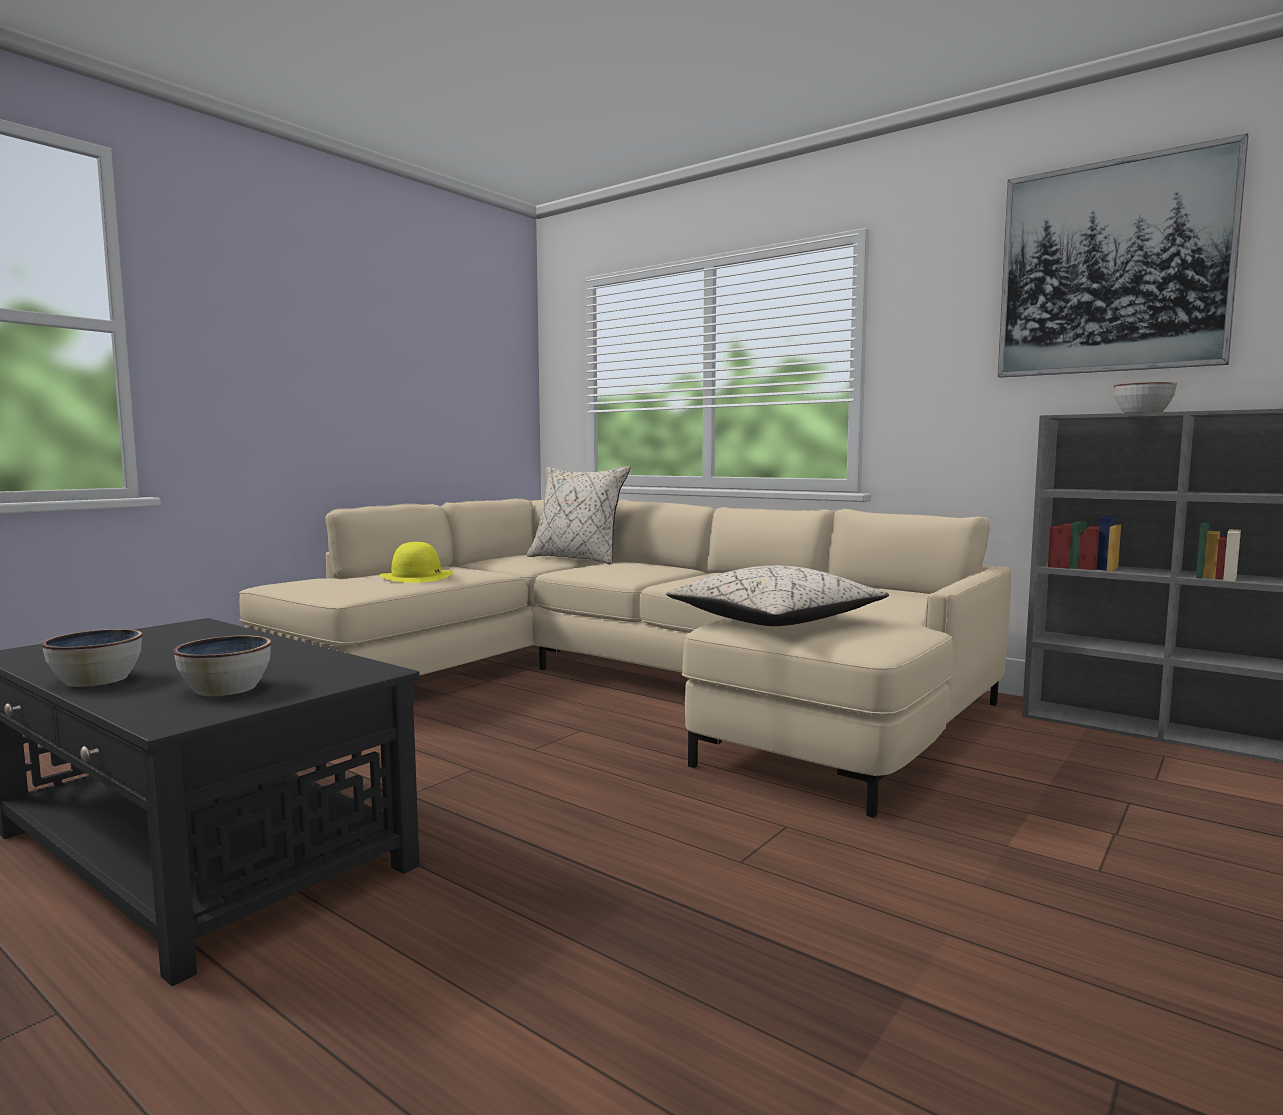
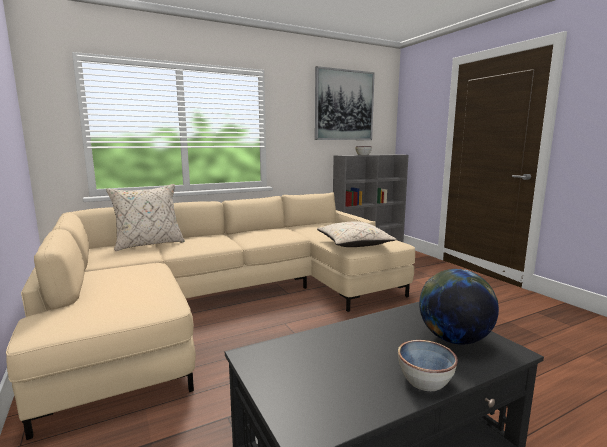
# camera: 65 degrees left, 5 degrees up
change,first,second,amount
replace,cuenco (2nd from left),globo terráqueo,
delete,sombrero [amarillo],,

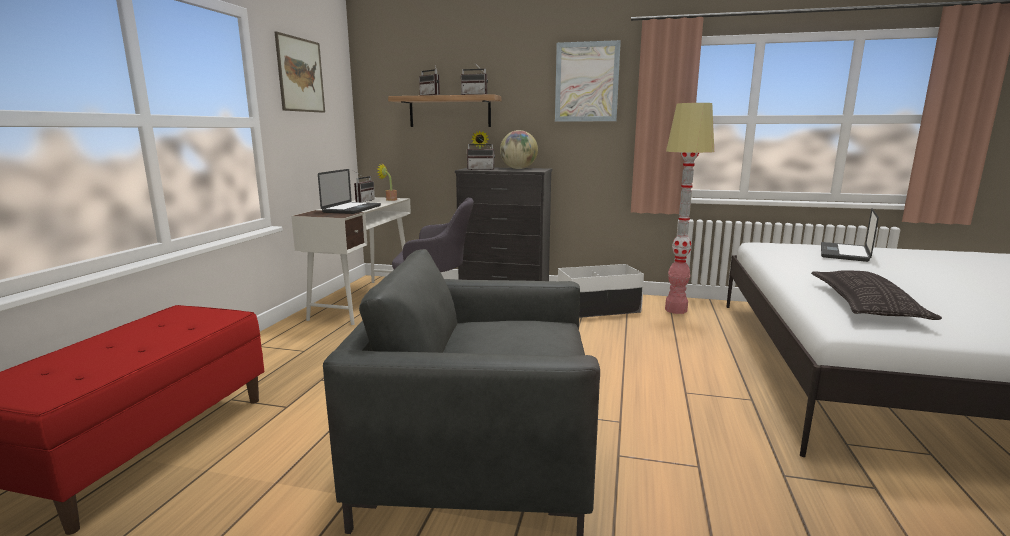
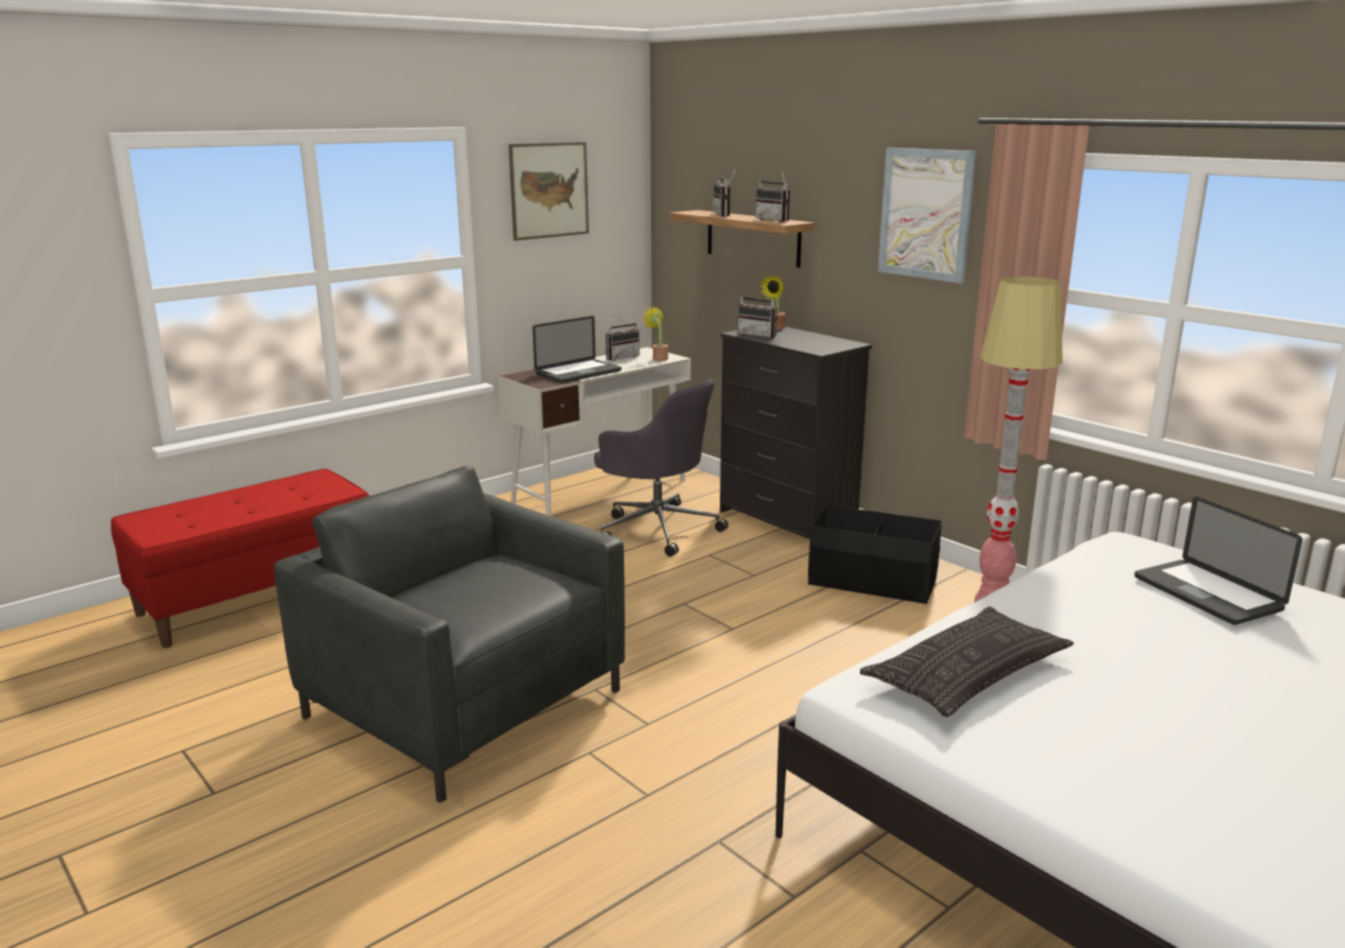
# camera: 35 degrees right, 5 degrees up
change,first,second,amount
recolor,caja de almacenaje [blanco],caja de almacenaje [negro],
rotate,portátil (2nd from left),,90 degrees counterclockwise
delete,globo terráqueo,,

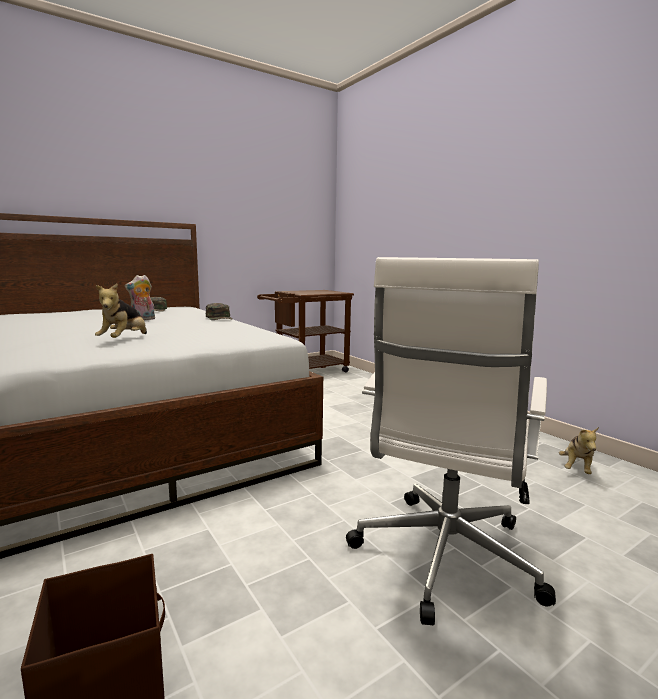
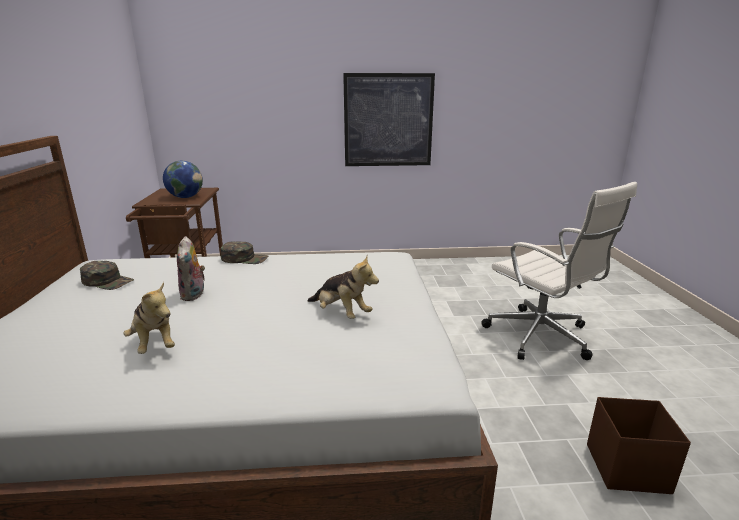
# camera: 60 degrees left, 10 degrees up
change,first,second,amount
move,peluche (3rd from left in the first image),peluche (1st from left),
insert,,globo terráqueo,
insert,,cuadro,

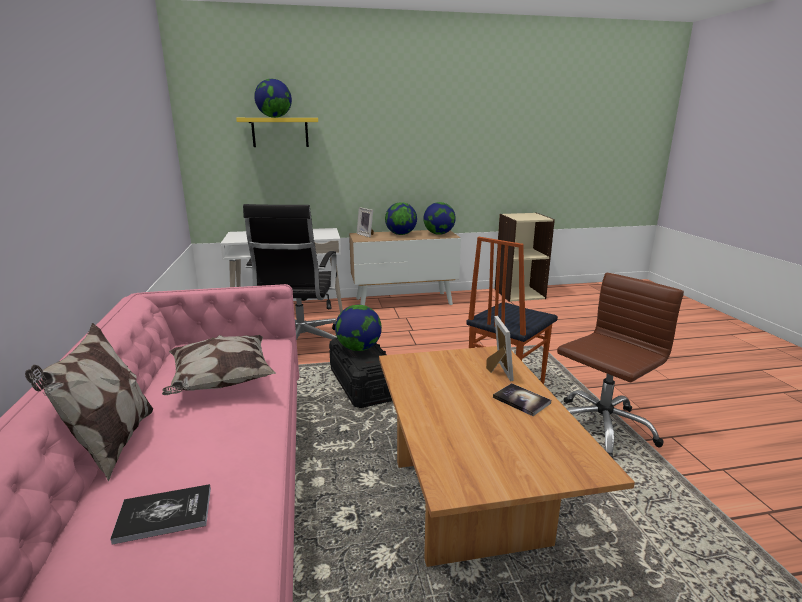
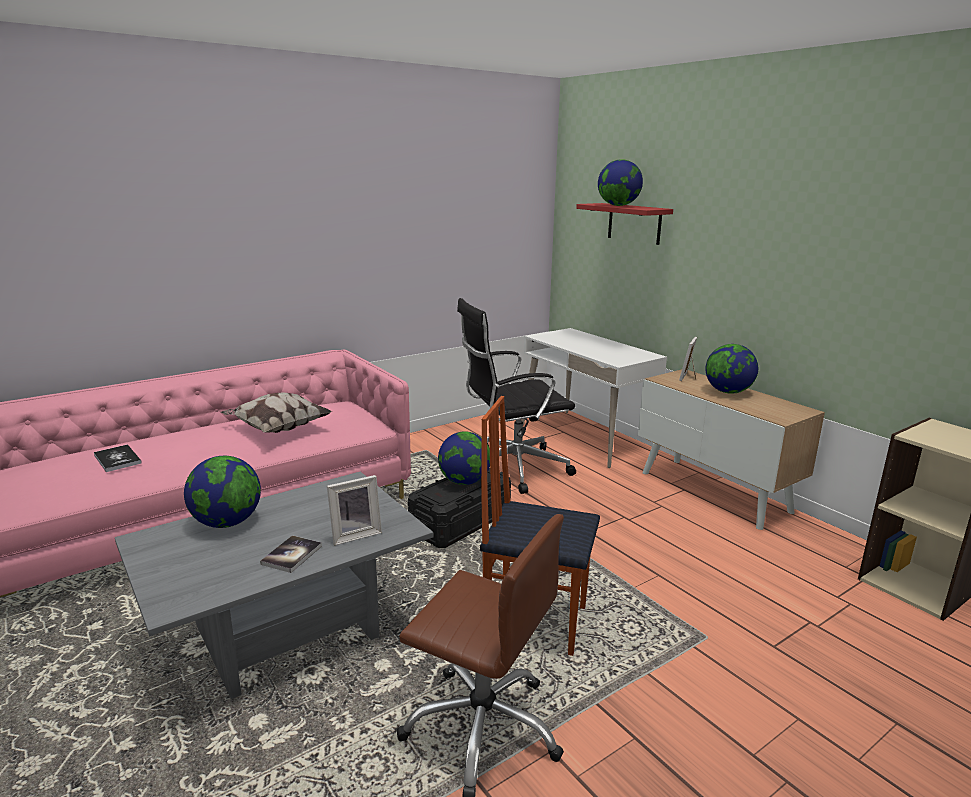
# camera: 65 degrees right, 0 degrees up
change,first,second,amount
recolor,mesa de centro [marrón],mesa de centro [gris],
move,globo terráqueo (4th from left in the first image),globo terráqueo (1st from left),
recolor,estante [amarillo],estante [rojo],
delete,cojín (1st from left),,

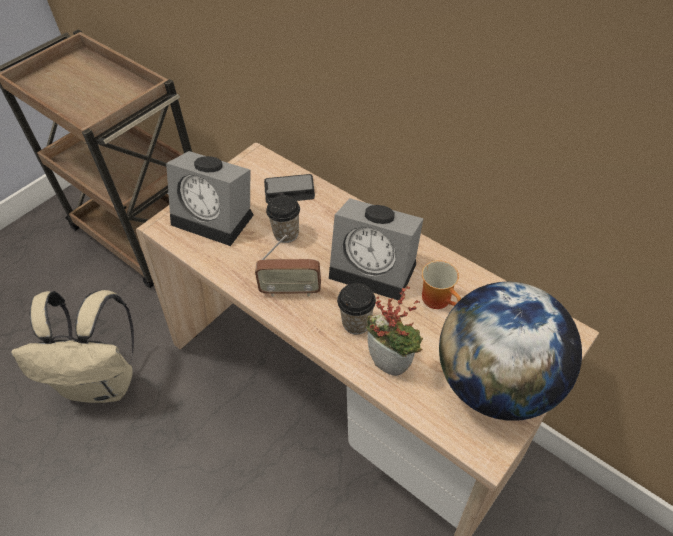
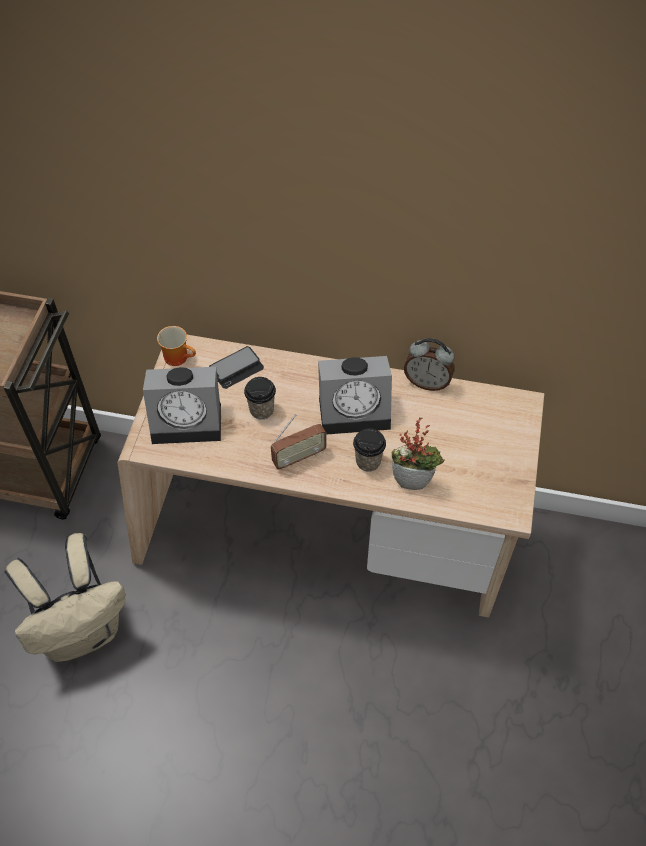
# camera: 30 degrees left, 5 degrees up
change,first,second,amount
move,taza grande,,
insert,,despertador (3rd from left),
delete,globo terráqueo,,

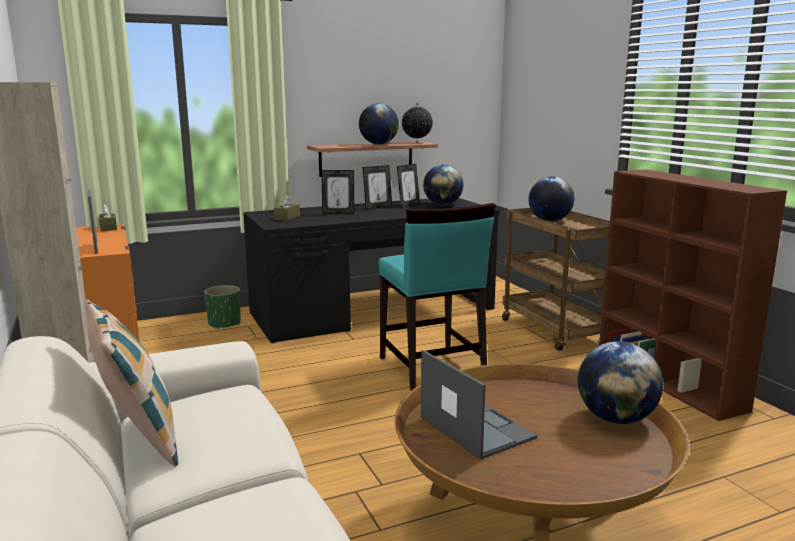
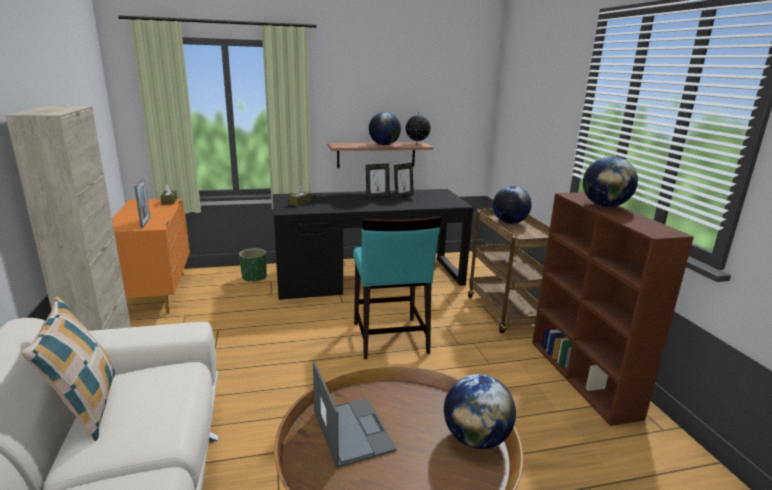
# camera: 10 degrees right, 5 degrees up
change,first,second,amount
move,globo terráqueo (3rd from left in the first image),globo terráqueo (5th from left),
delete,portarretratos (2nd from left),,

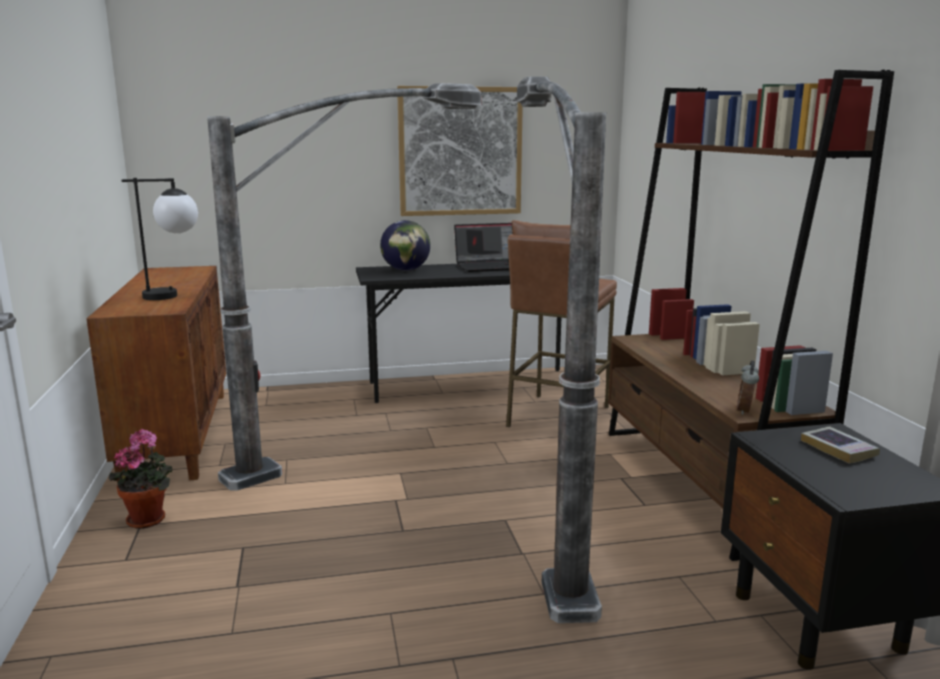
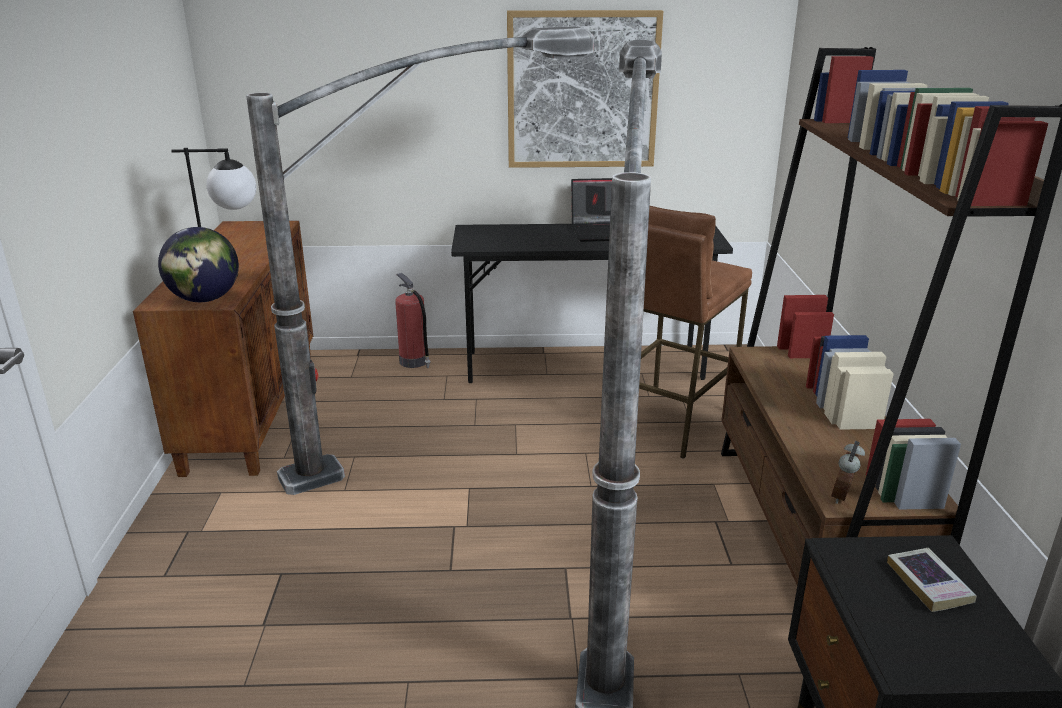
# camera: 10 degrees right, 10 degrees up
change,first,second,amount
move,globo terráqueo,,
insert,,extintor,
delete,planta en maceta,,

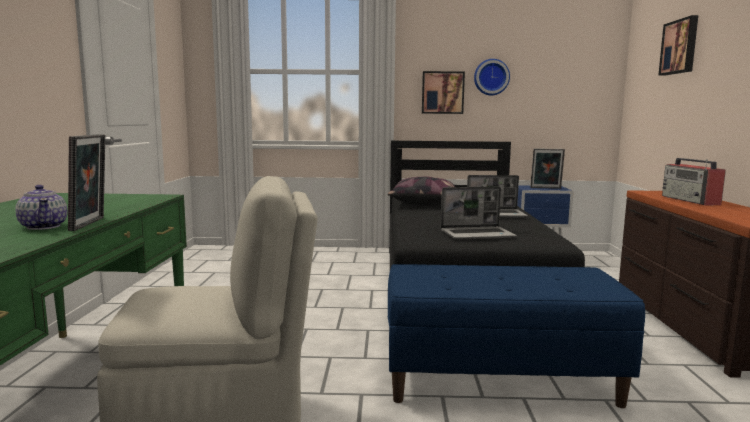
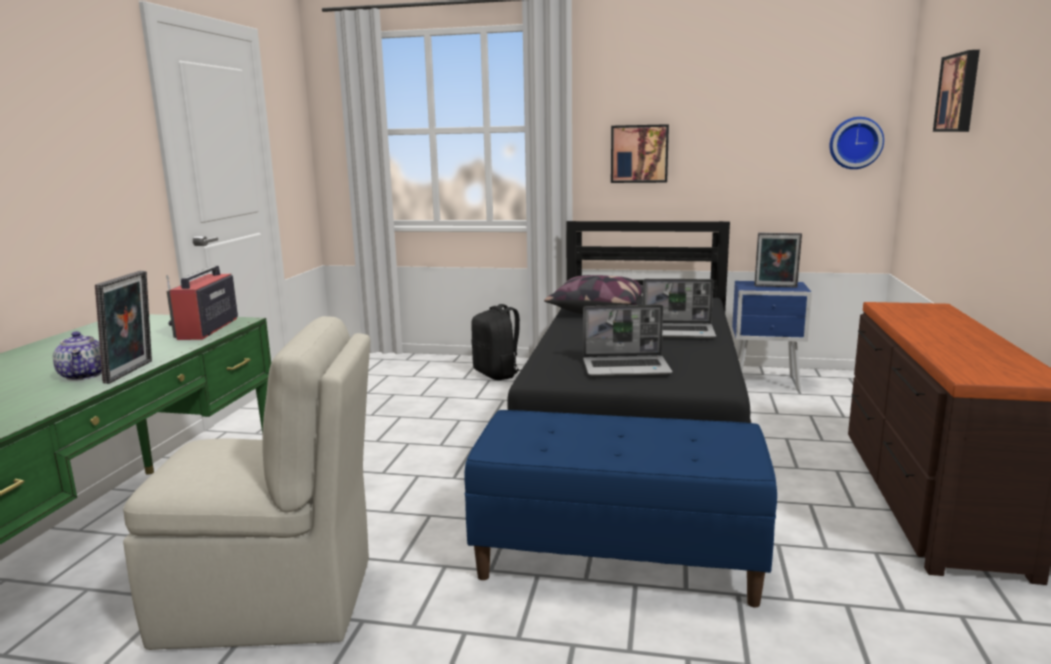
# camera: 10 degrees right, 5 degrees up
change,first,second,amount
move,radio,,
insert,,mochila [negro],
move,reloj de pared,,

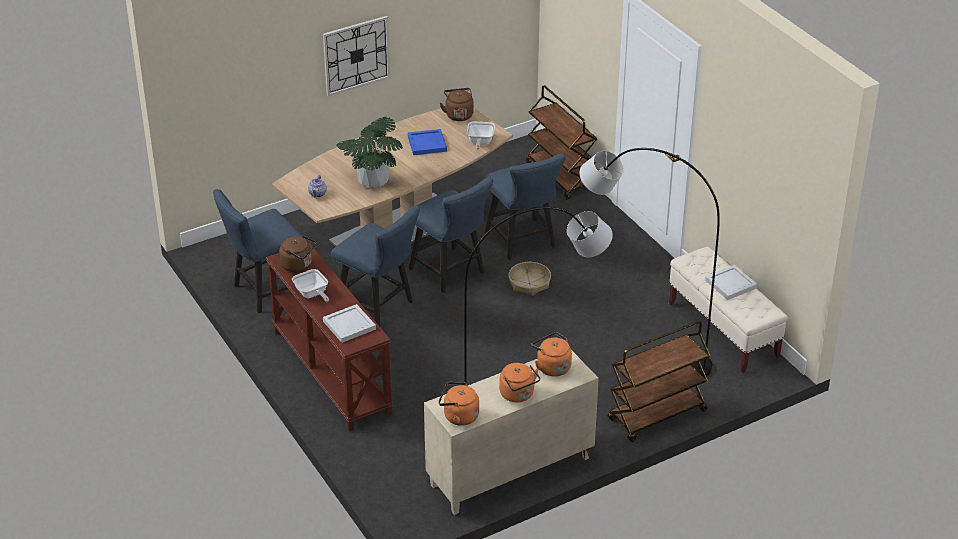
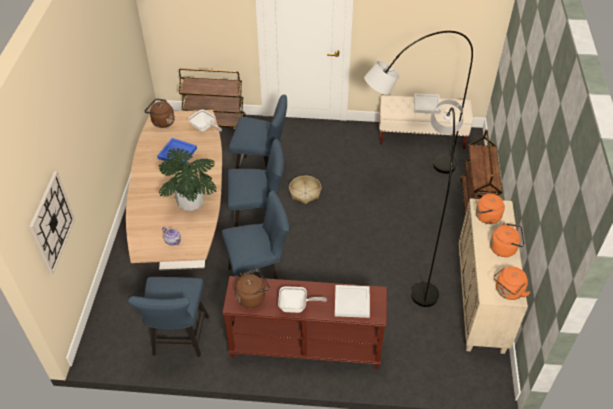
# camera: 55 degrees left, 10 degrees up
change,first,second,amount
move,reloj de pared,,

